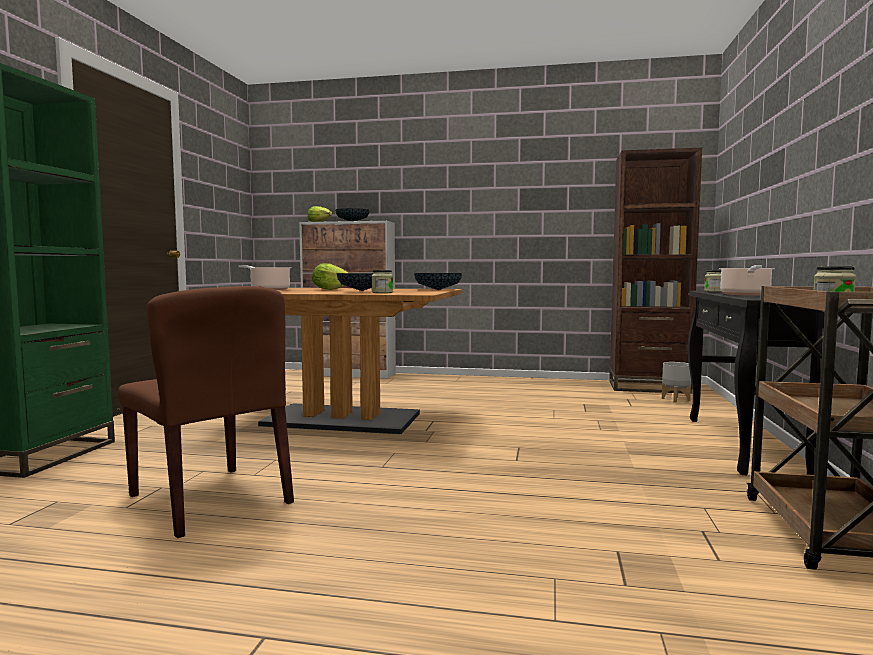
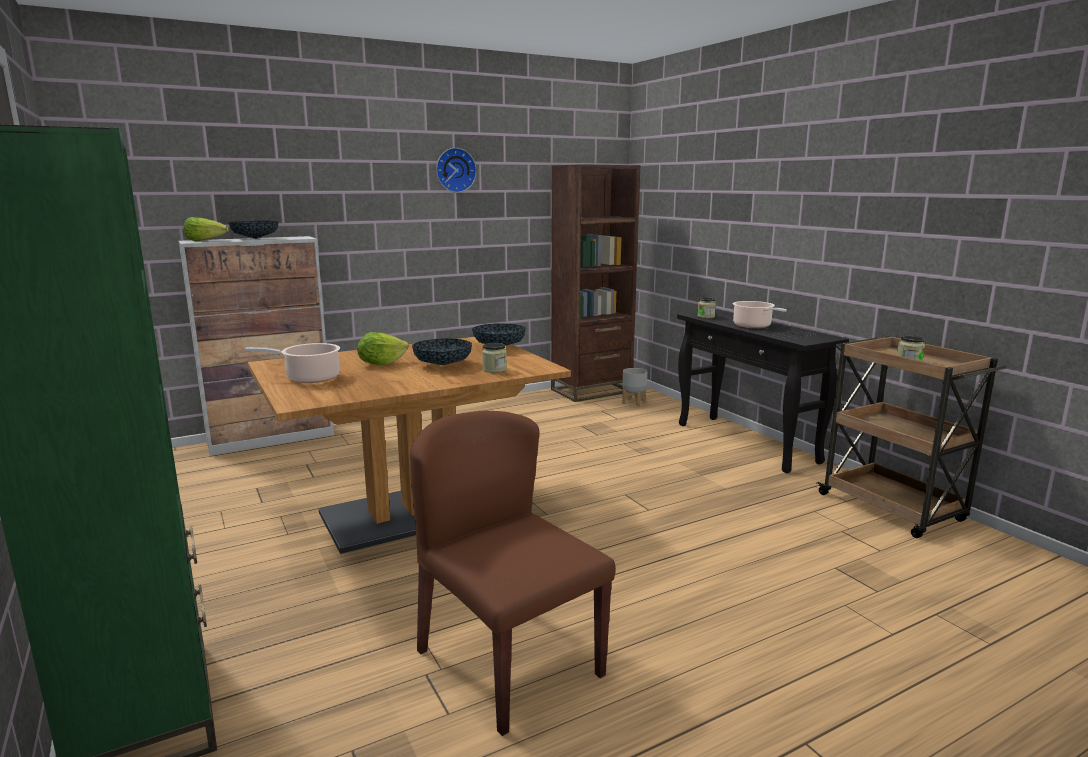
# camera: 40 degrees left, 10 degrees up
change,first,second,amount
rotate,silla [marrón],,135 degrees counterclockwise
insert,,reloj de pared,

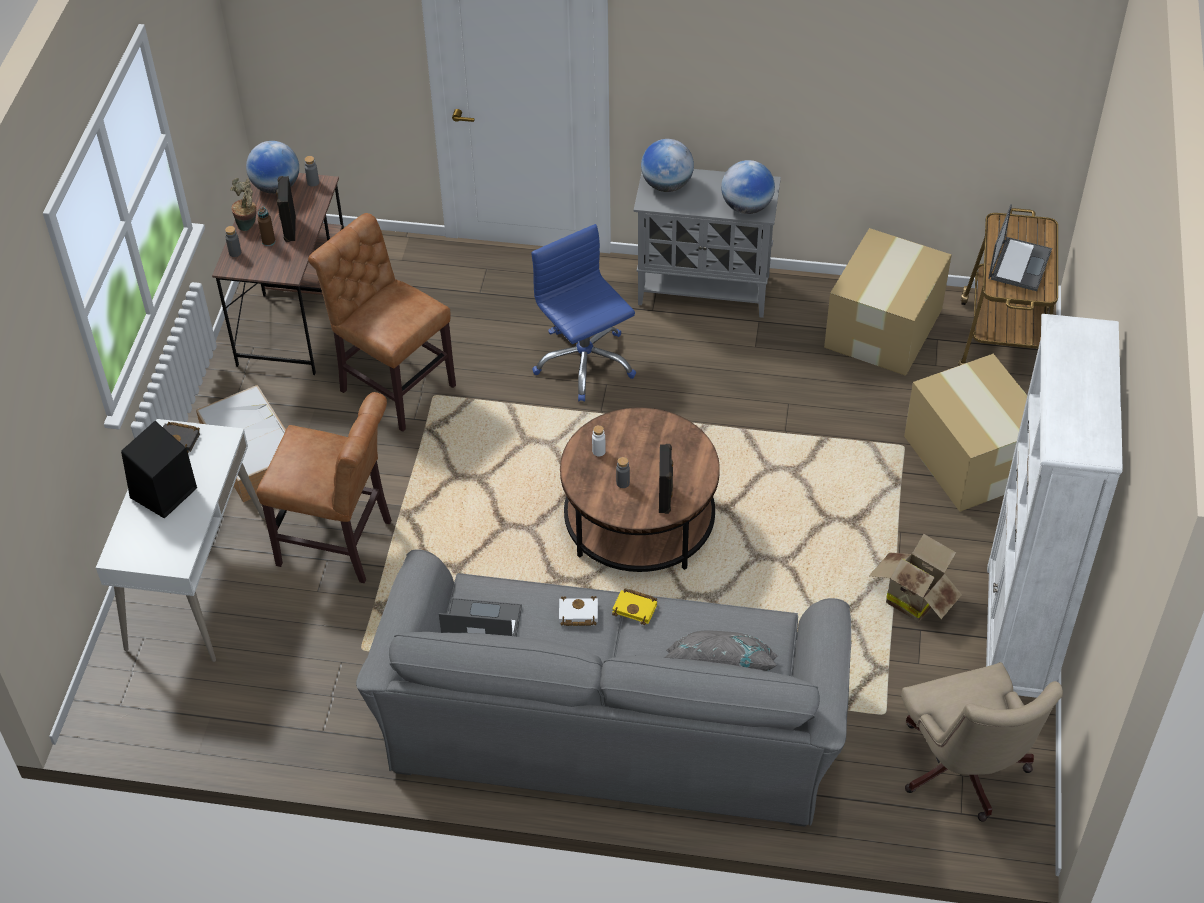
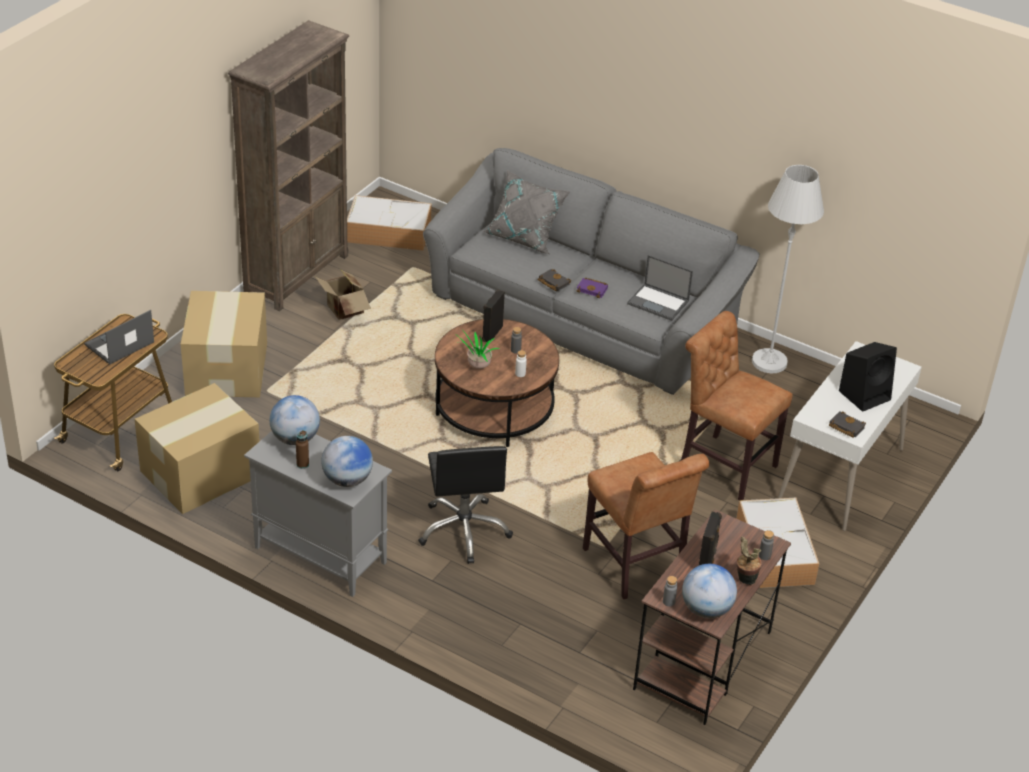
# camera: 160 degrees left, 10 degrees down
change,first,second,amount
recolor,estantería [blanco],estantería [marrón],
move,botella [marrón],,
replace,silla de oficina [beis],caja de almacenaje (1st from left),
recolor,silla de oficina [azul],silla de oficina [negro],
insert,,planta en maceta (1st from left),
recolor,libro [amarillo],libro [negro] (1st from left),
recolor,libro [blanco],libro [morado],
insert,,lámpara de pie [blanco],

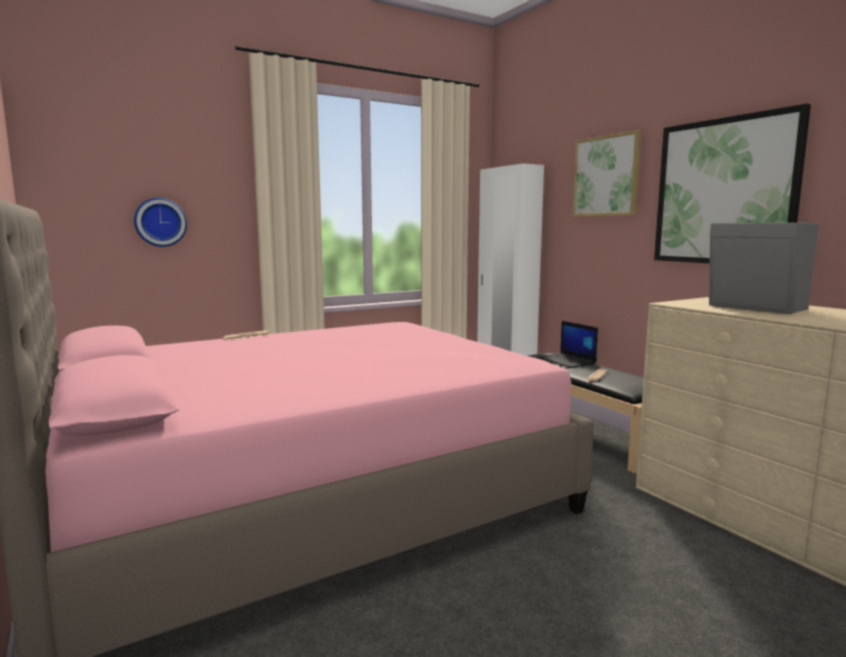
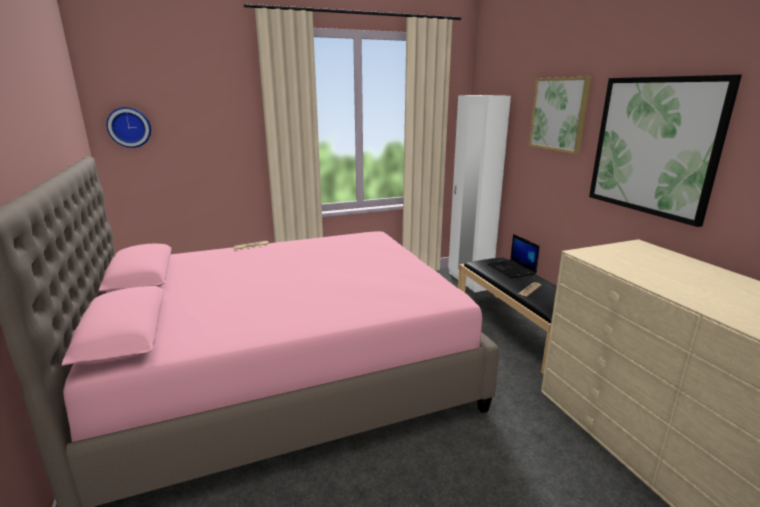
# camera: 10 degrees right, 10 degrees up
change,first,second,amount
move,reloj de pared,,
delete,altavoz [gris],,

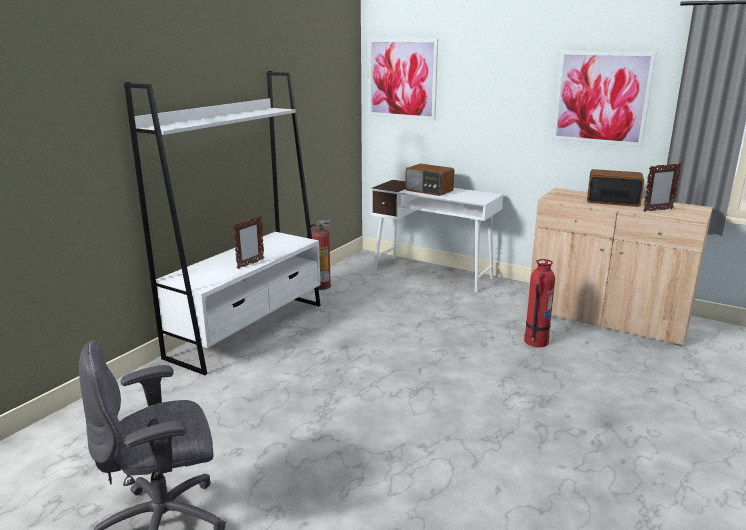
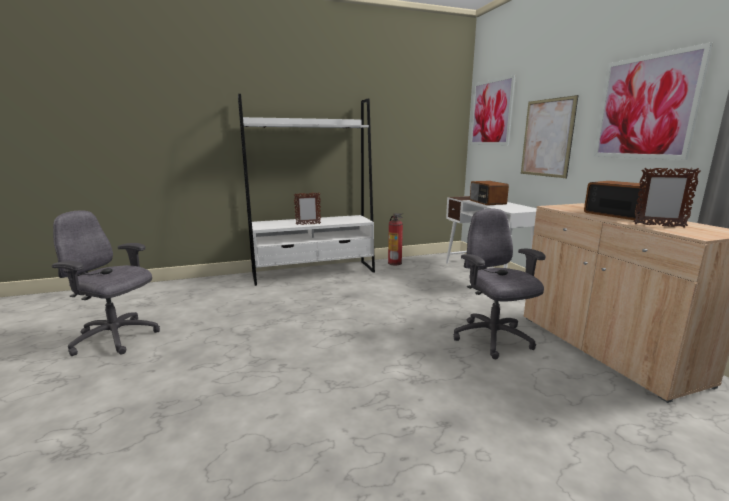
# camera: 40 degrees right, 5 degrees down
change,first,second,amount
replace,extintor (2nd from left),silla de oficina [gris] (2nd from left),
insert,,cuadro (2nd from left),

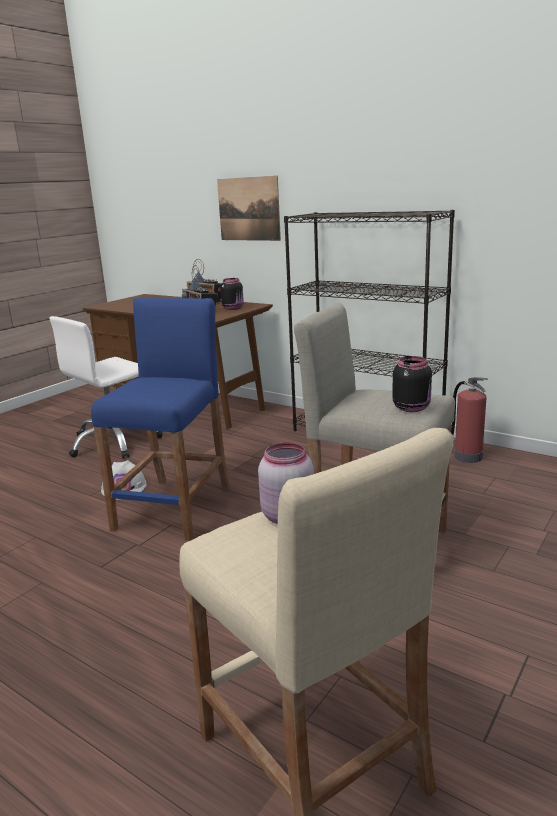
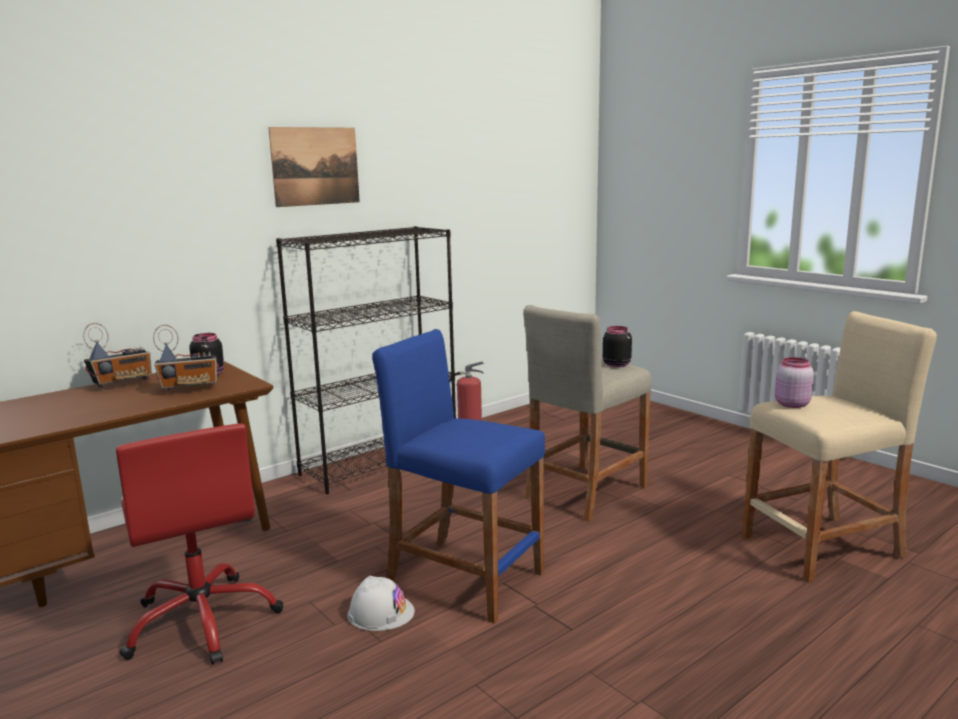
# camera: 75 degrees left, 5 degrees down
change,first,second,amount
recolor,silla de oficina [blanco],silla de oficina [rojo],
move,cuadro,,

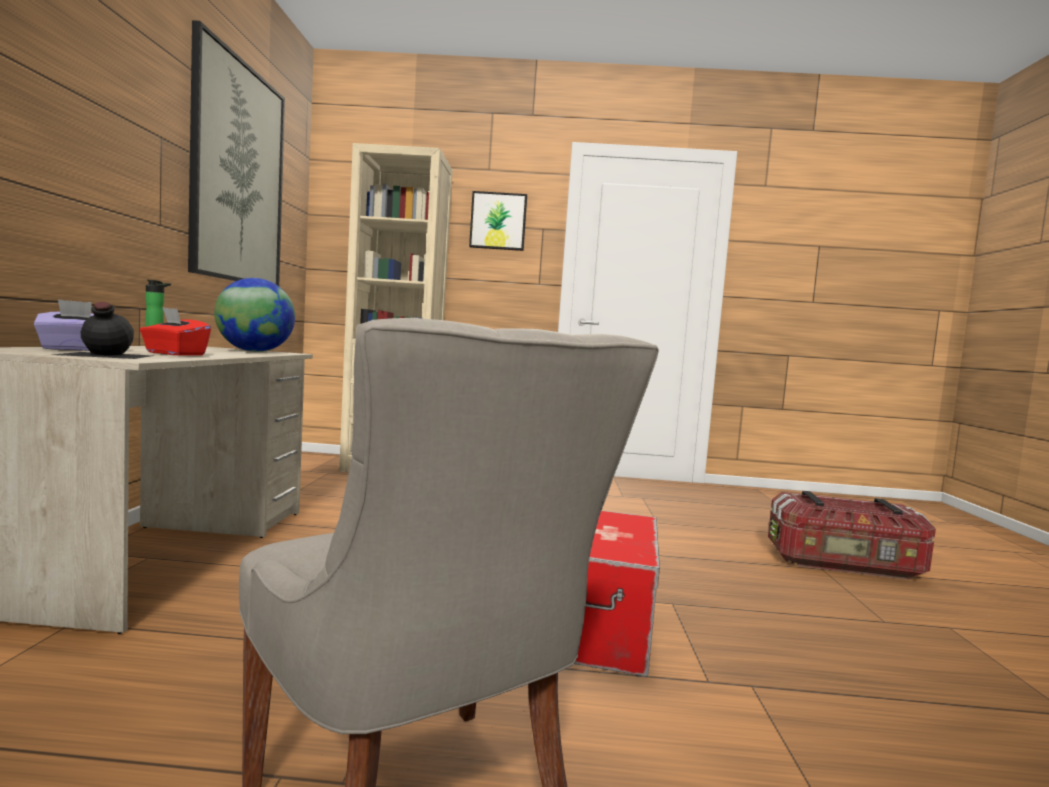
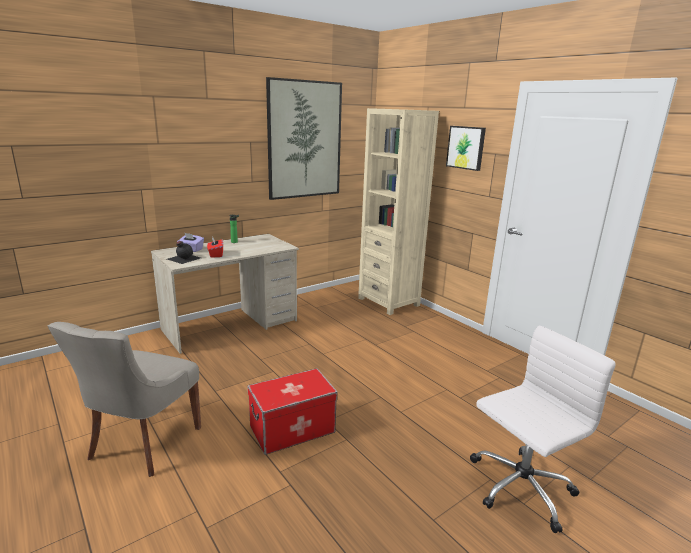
# camera: 50 degrees right, 15 degrees up
change,first,second,amount
replace,caja de almacenaje (2nd from left),silla de oficina [blanco],
delete,globo terráqueo,,

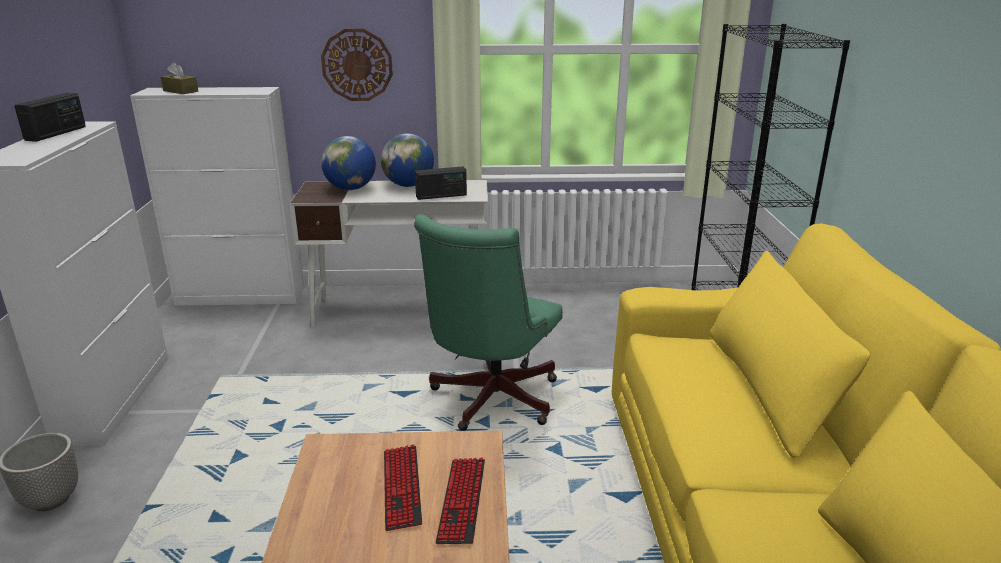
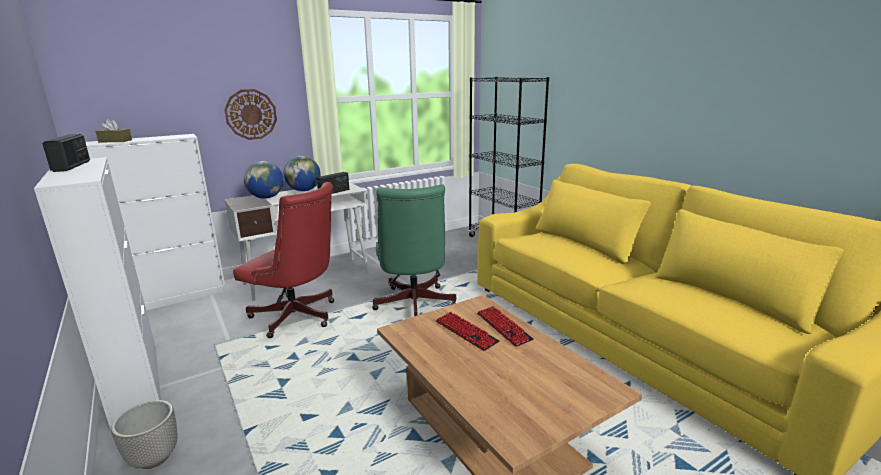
# camera: 30 degrees left, 5 degrees down
change,first,second,amount
insert,,silla de oficina [rojo],

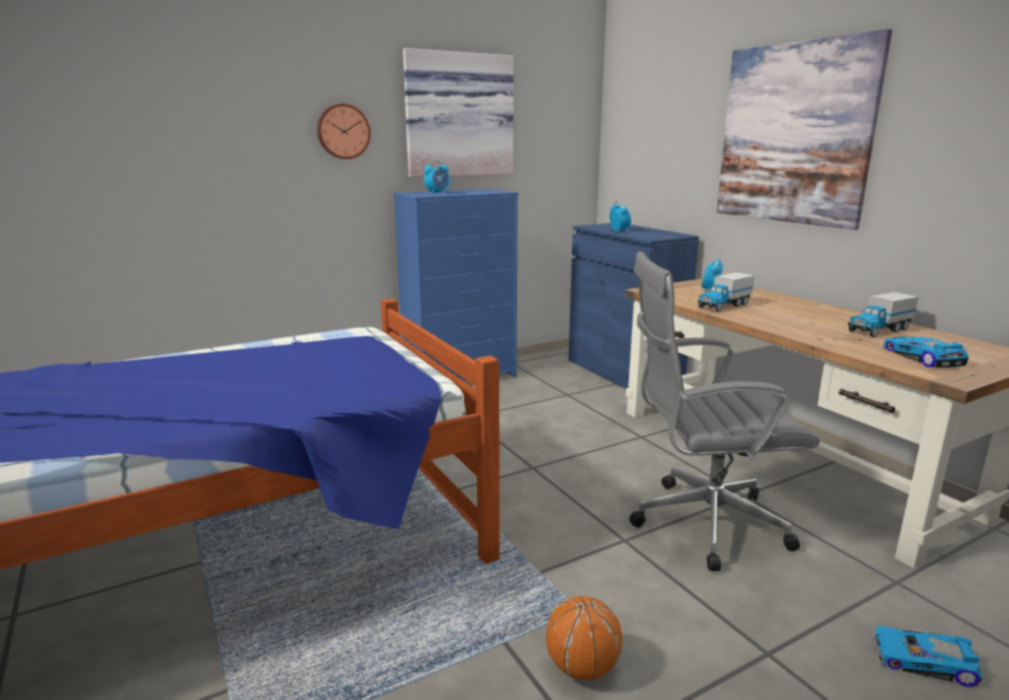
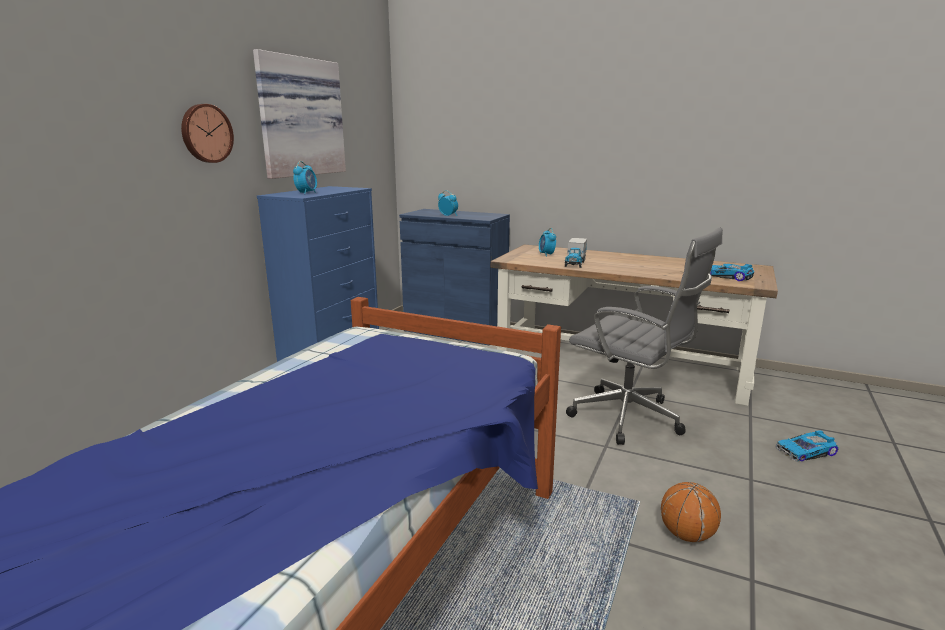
# camera: 35 degrees left, 0 degrees up
change,first,second,amount
rotate,silla de oficina [gris],,105 degrees counterclockwise
delete,cuadro (2nd from left),,
delete,camión de juguete (2nd from left),,

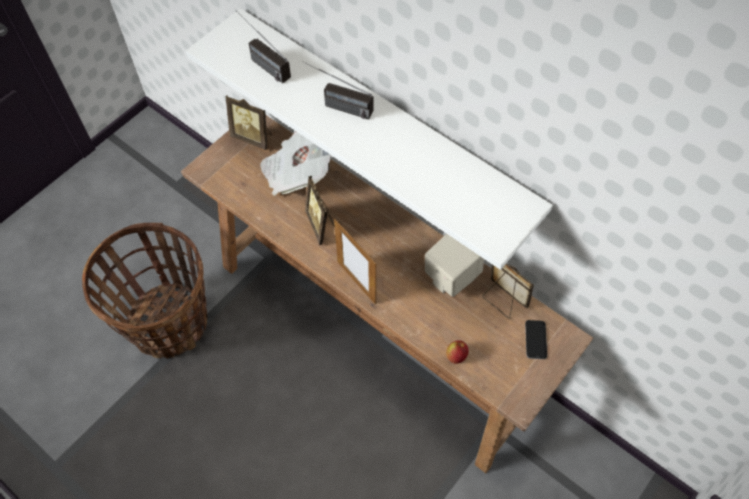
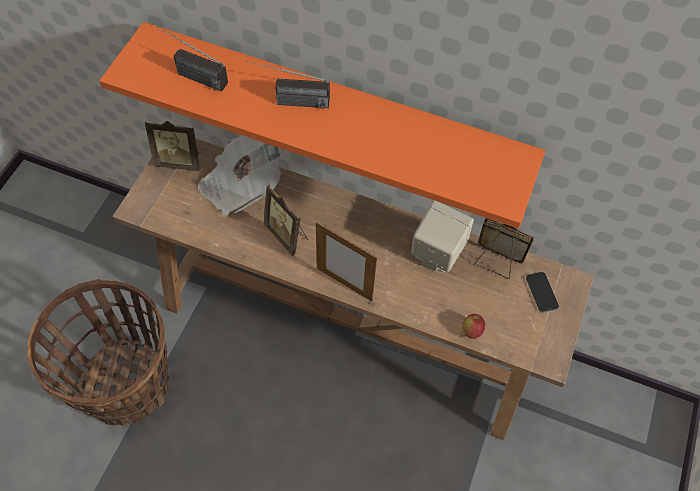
# camera: 20 degrees left, 0 degrees up
change,first,second,amount
recolor,estante [blanco],estante [naranja],

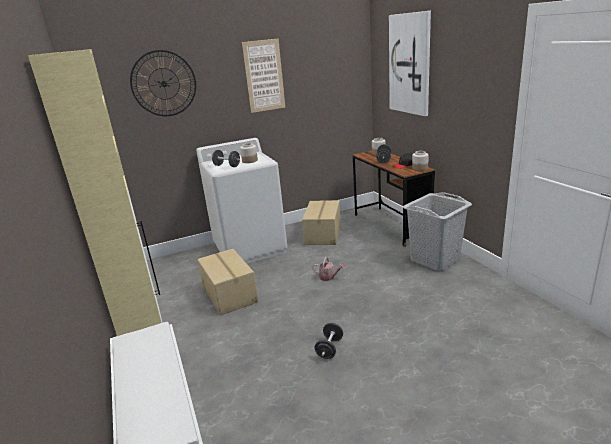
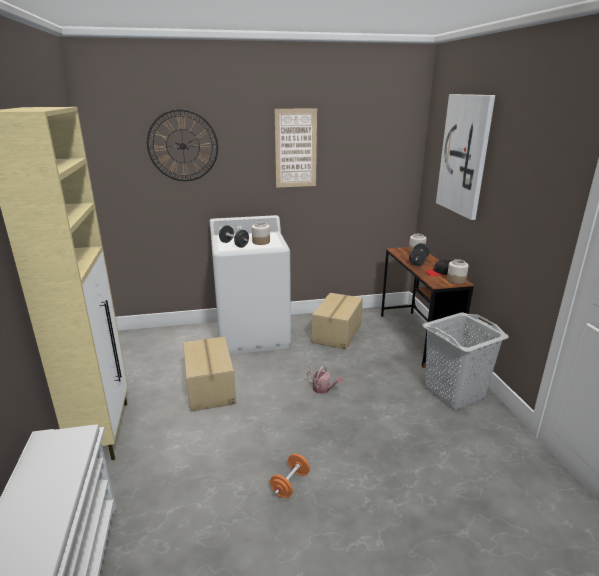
# camera: 10 degrees right, 0 degrees up
change,first,second,amount
recolor,mancuerna [negro] (2nd from left),mancuerna [naranja],

